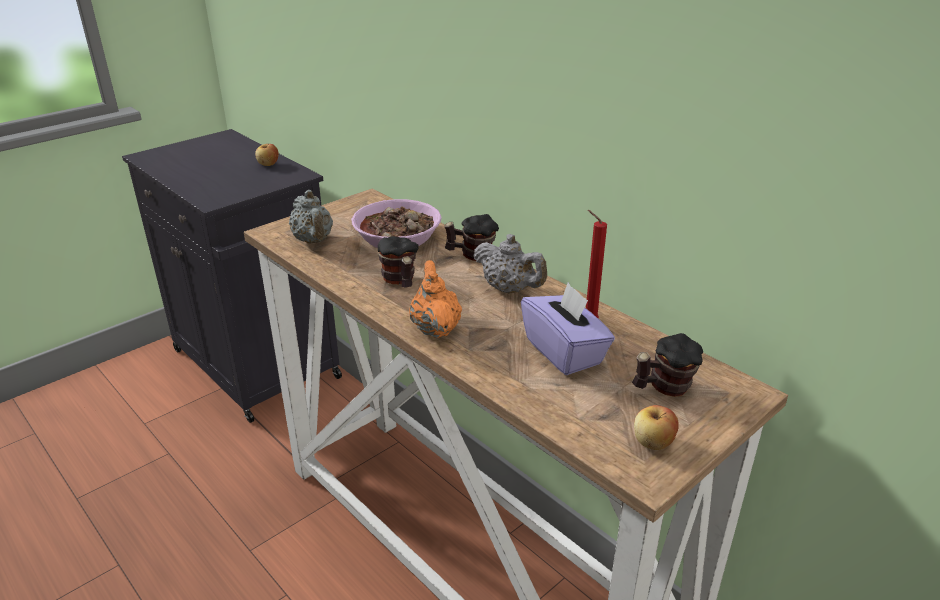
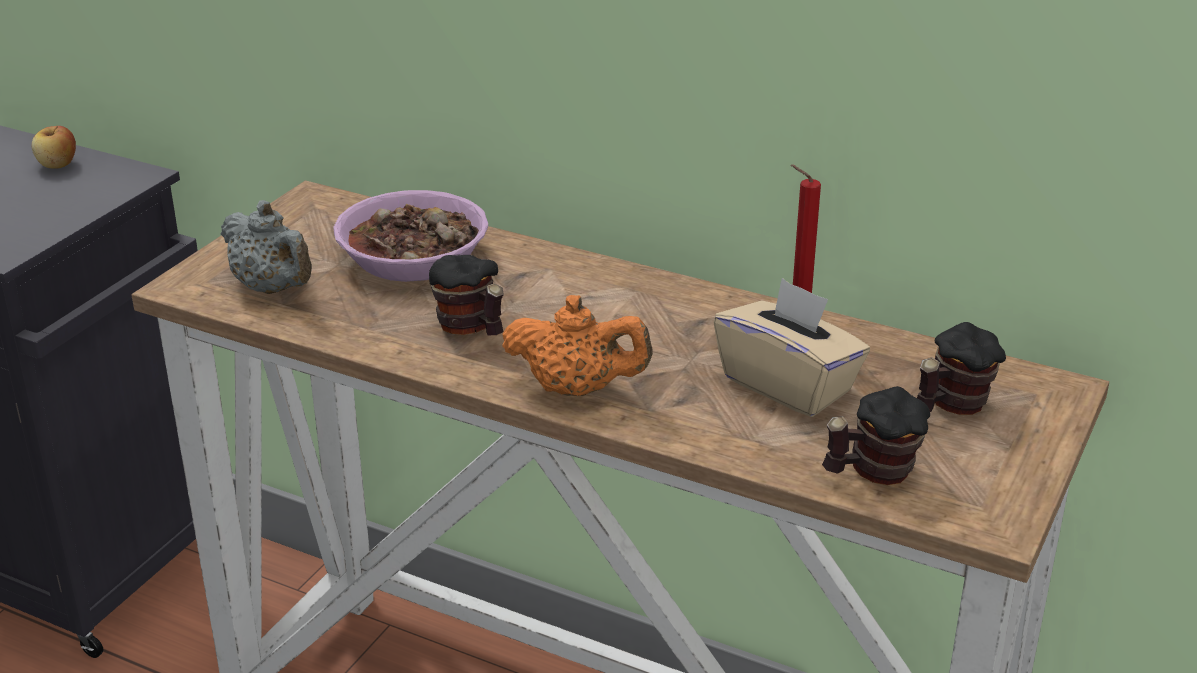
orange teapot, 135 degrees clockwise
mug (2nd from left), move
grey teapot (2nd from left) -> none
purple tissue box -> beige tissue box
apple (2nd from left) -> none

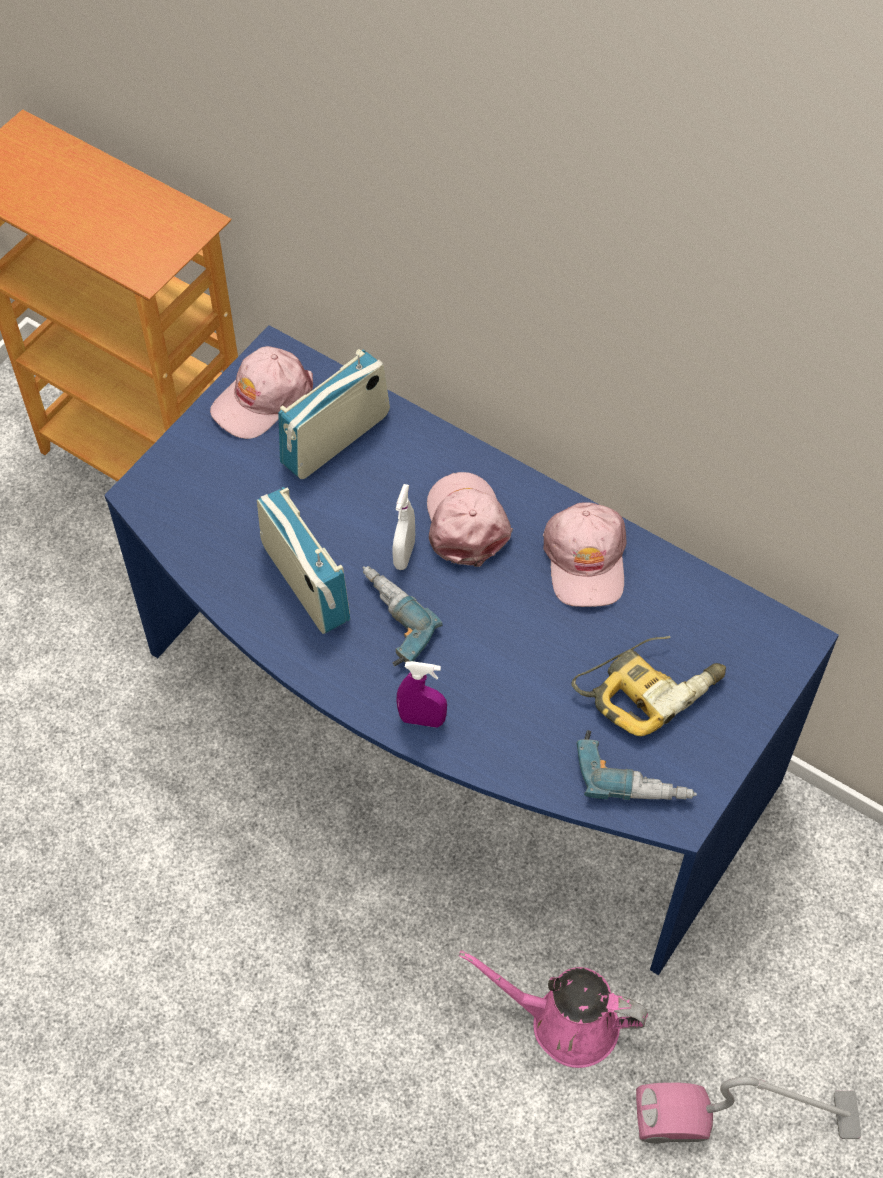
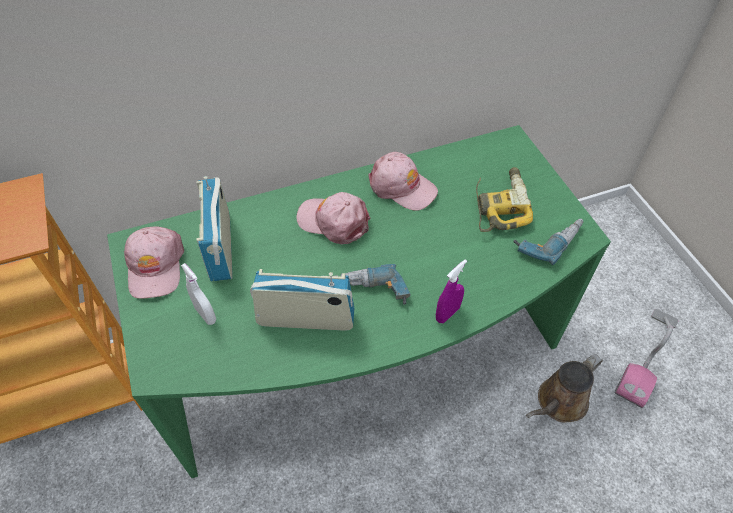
blue desk -> green desk
white spray bottle, move
pink watering can -> brown watering can

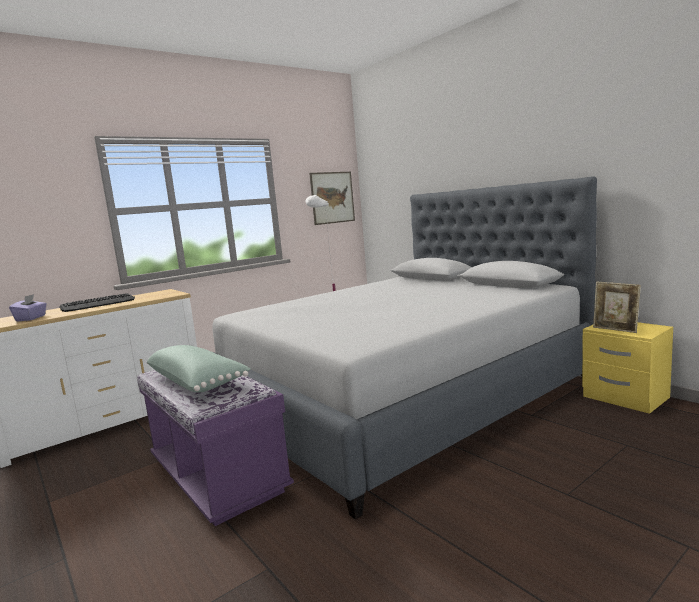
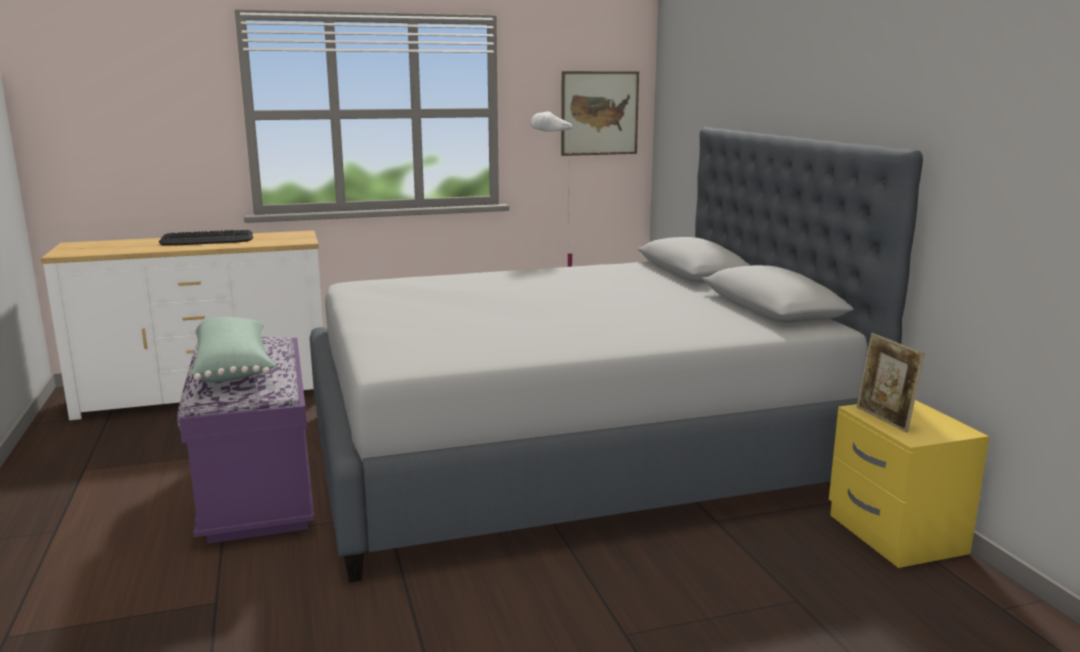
purple tissue box -> none

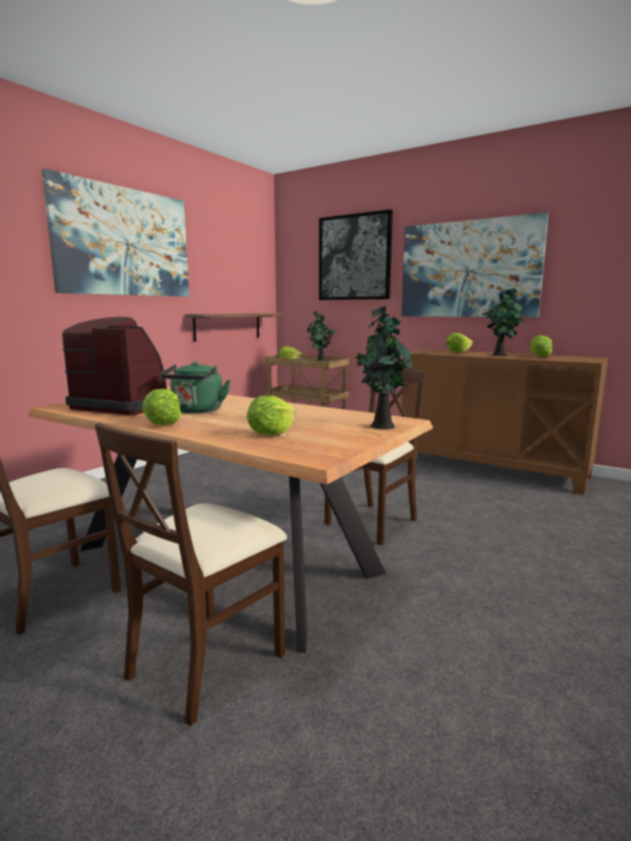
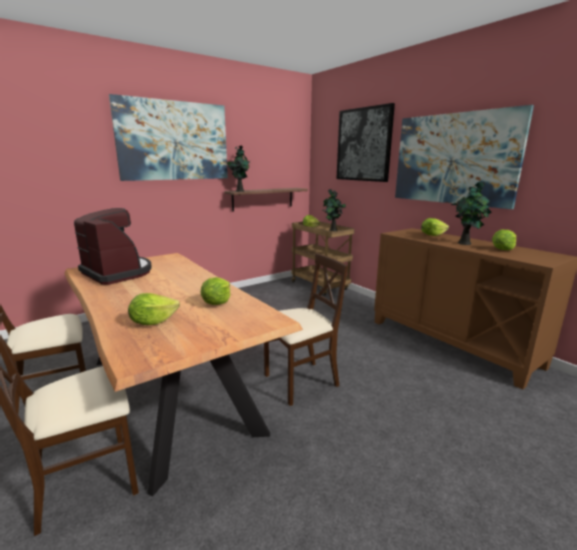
lettuce (1st from left in the first image) -> lettuce (2nd from left), move
green kettle -> none
potted plant (2nd from left in the first image) -> potted plant (1st from left), move

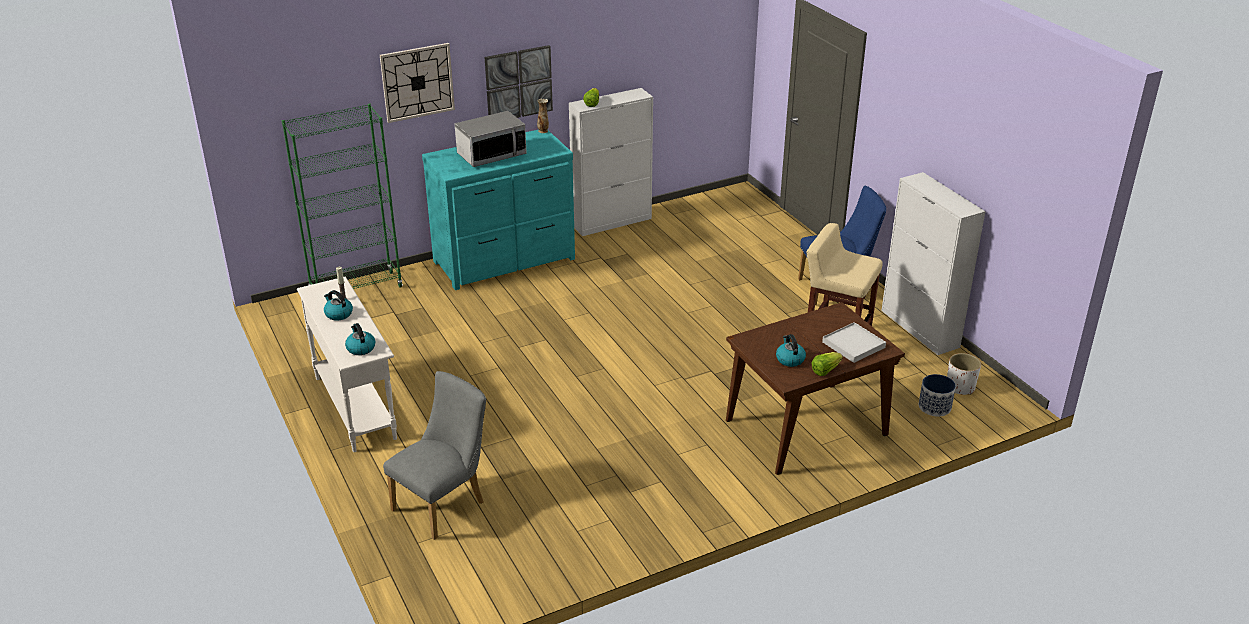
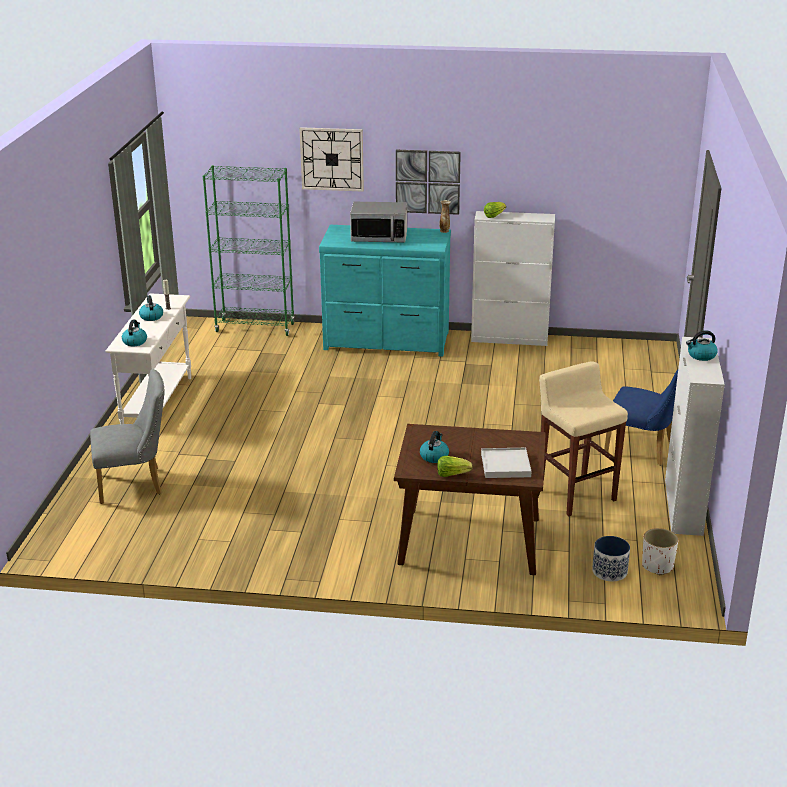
none -> kettle (4th from left)

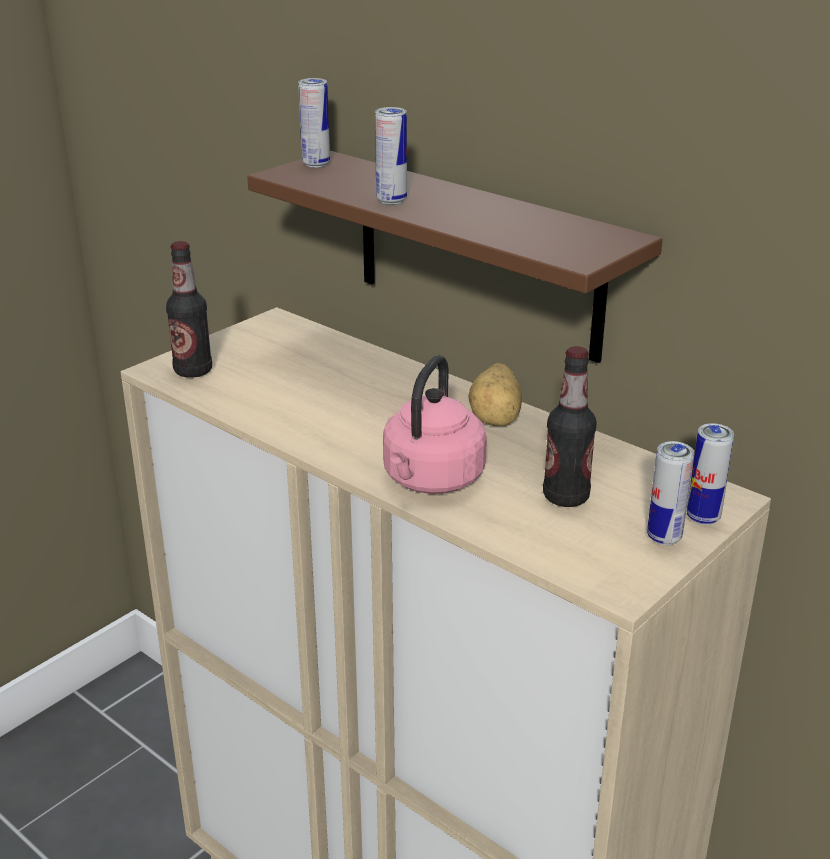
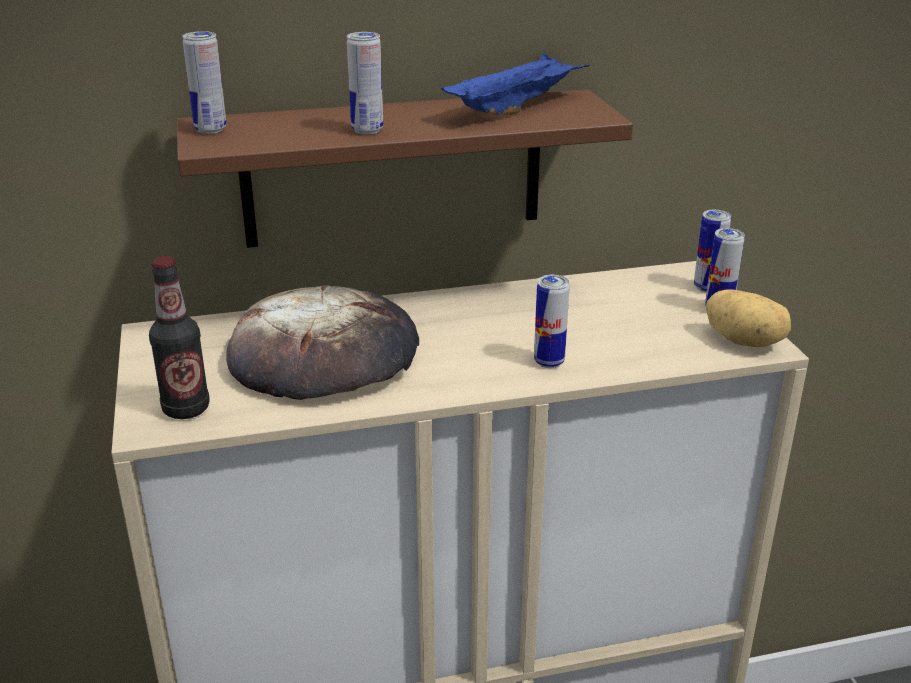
pink kettle -> can (3rd from left)
potato, move
bottle (2nd from left) -> none
none -> bread
none -> blue tray

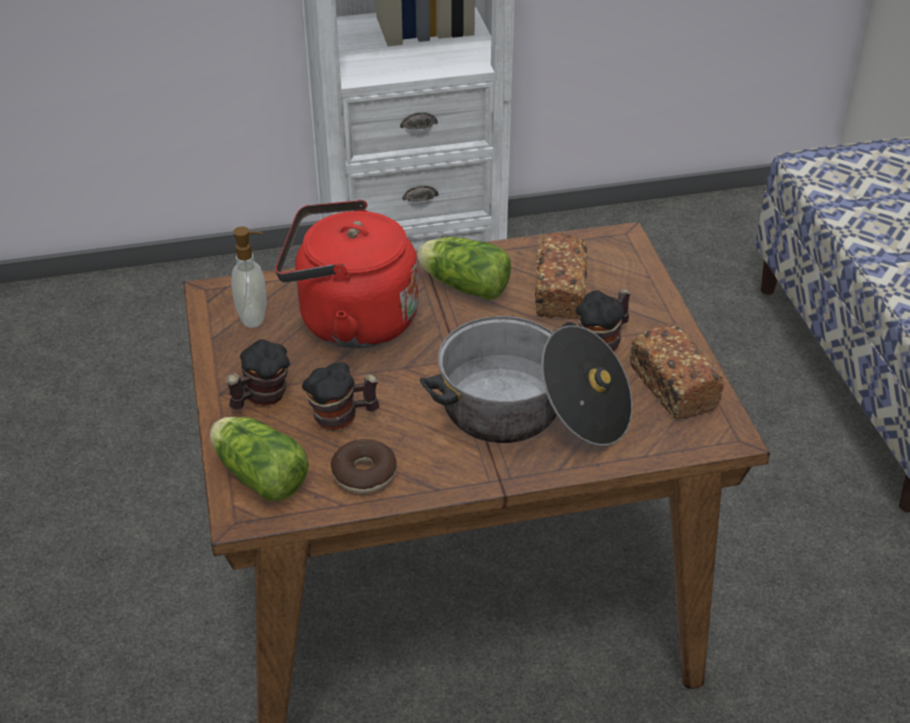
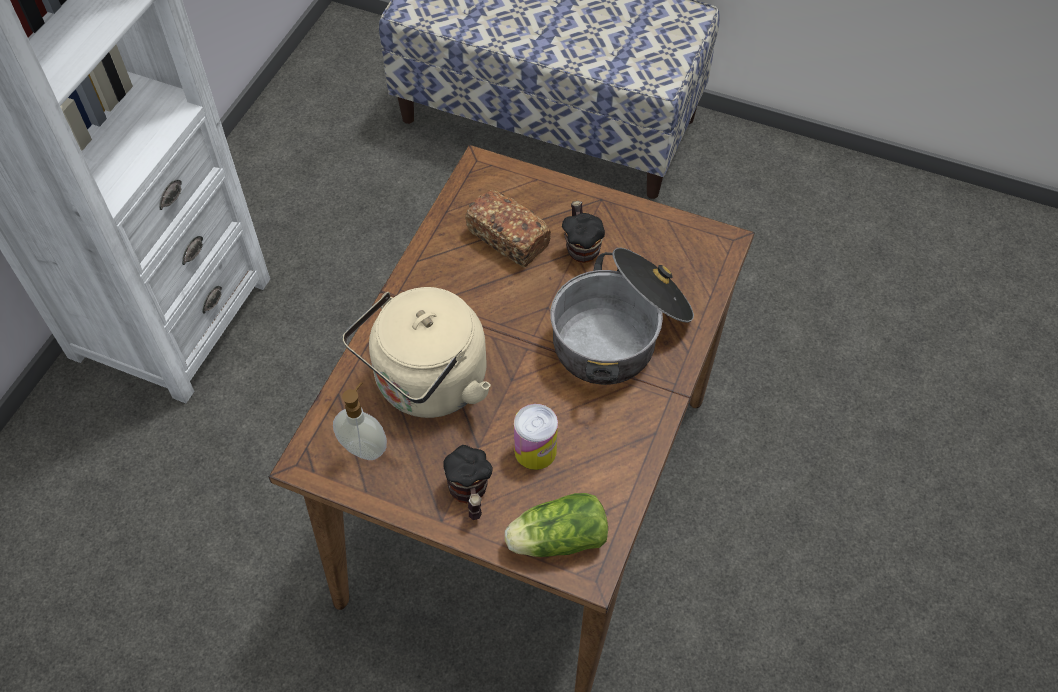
red kettle -> beige kettle
mug (2nd from left) -> can
donut -> none
lettuce (2nd from left) -> none
bread (2nd from left) -> none

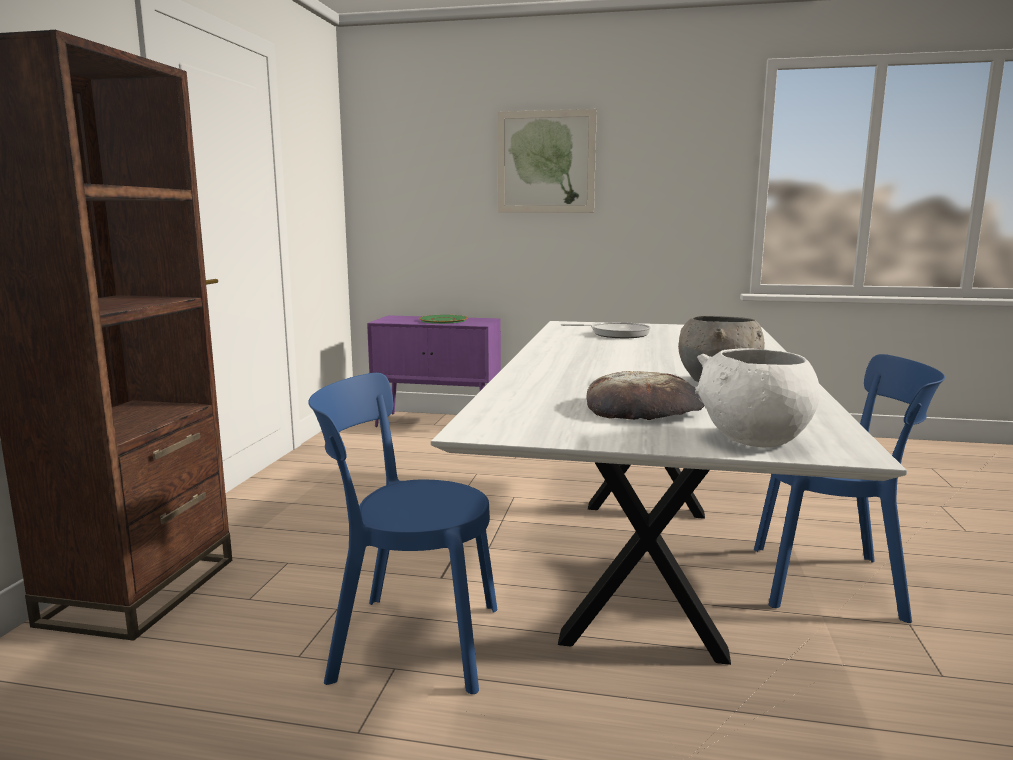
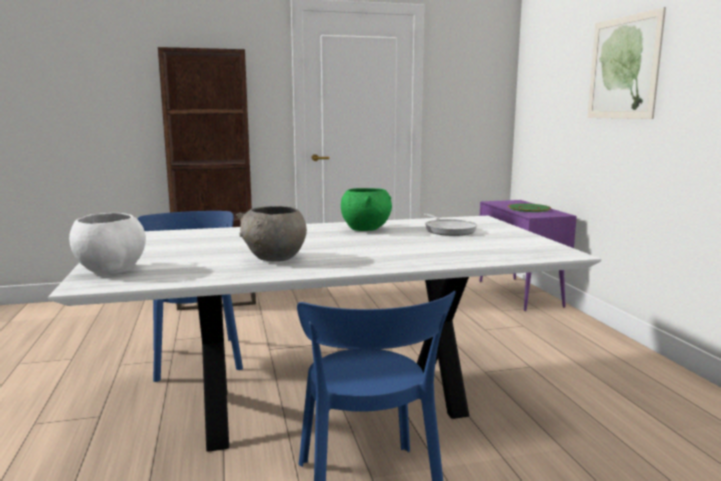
bread -> none
none -> green bowl

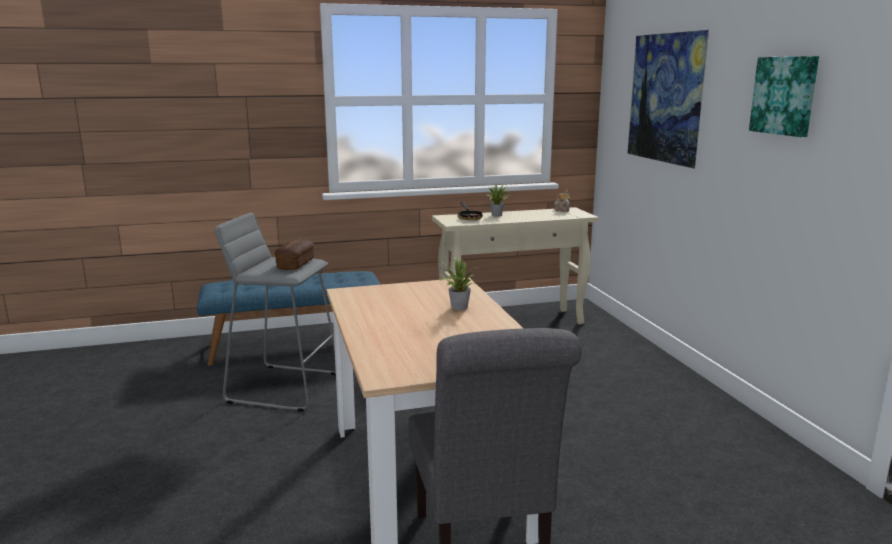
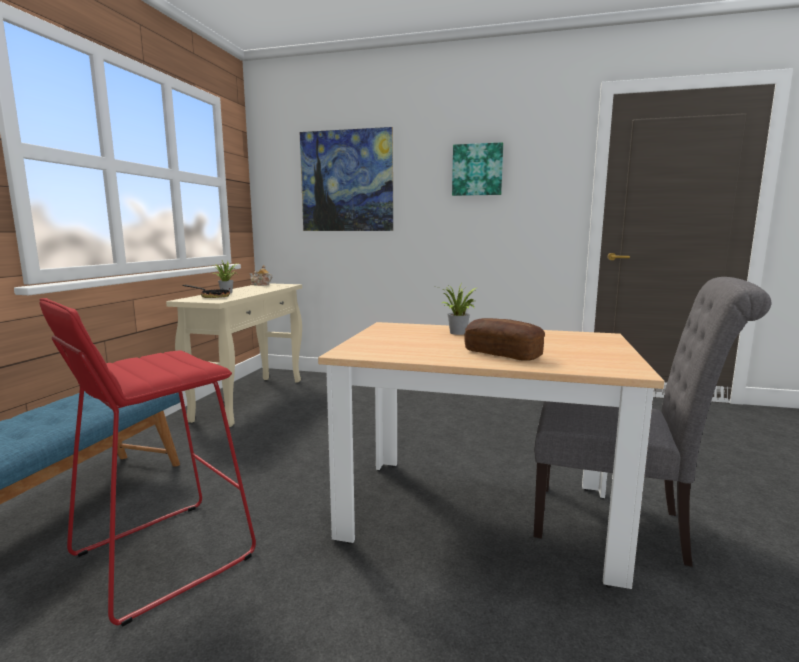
grey stool -> red stool
bread, move

